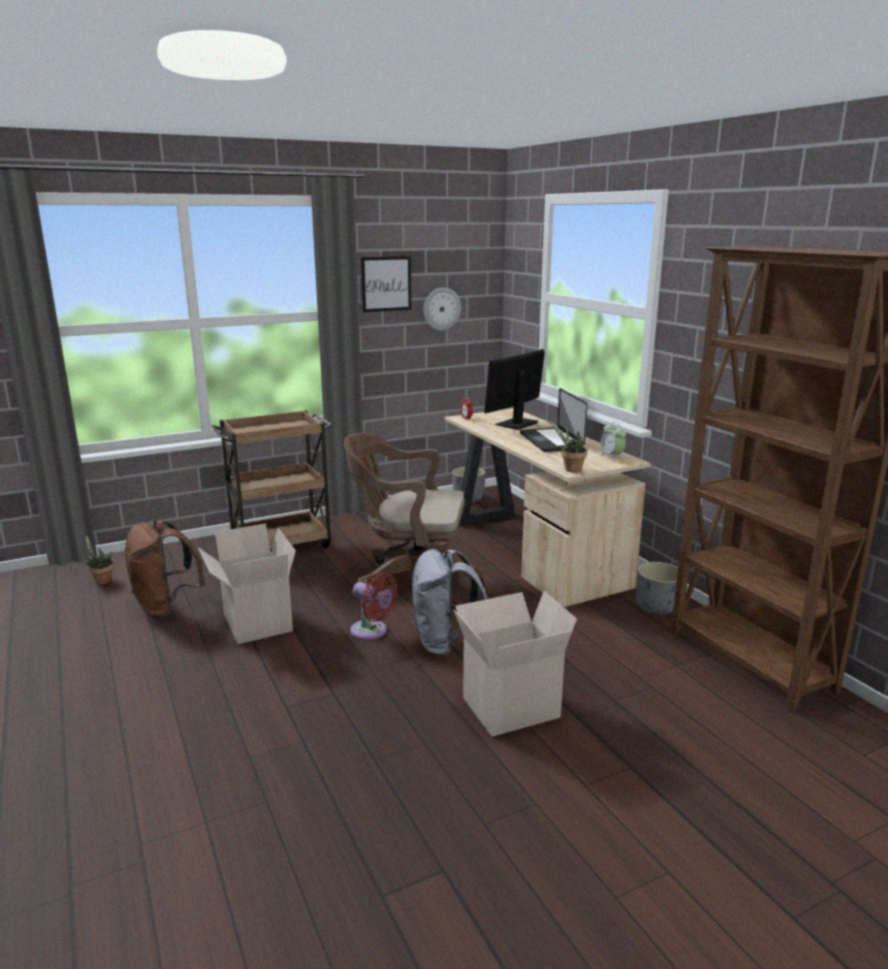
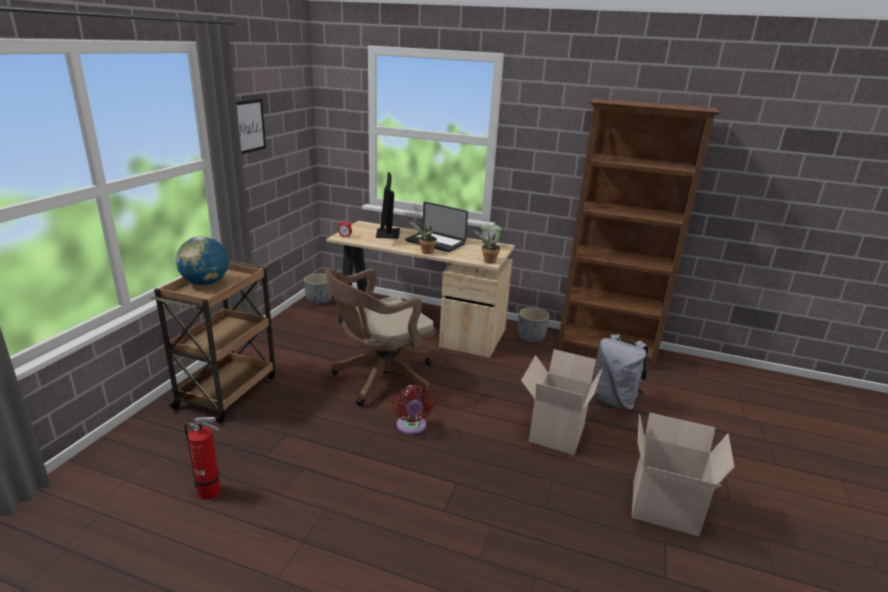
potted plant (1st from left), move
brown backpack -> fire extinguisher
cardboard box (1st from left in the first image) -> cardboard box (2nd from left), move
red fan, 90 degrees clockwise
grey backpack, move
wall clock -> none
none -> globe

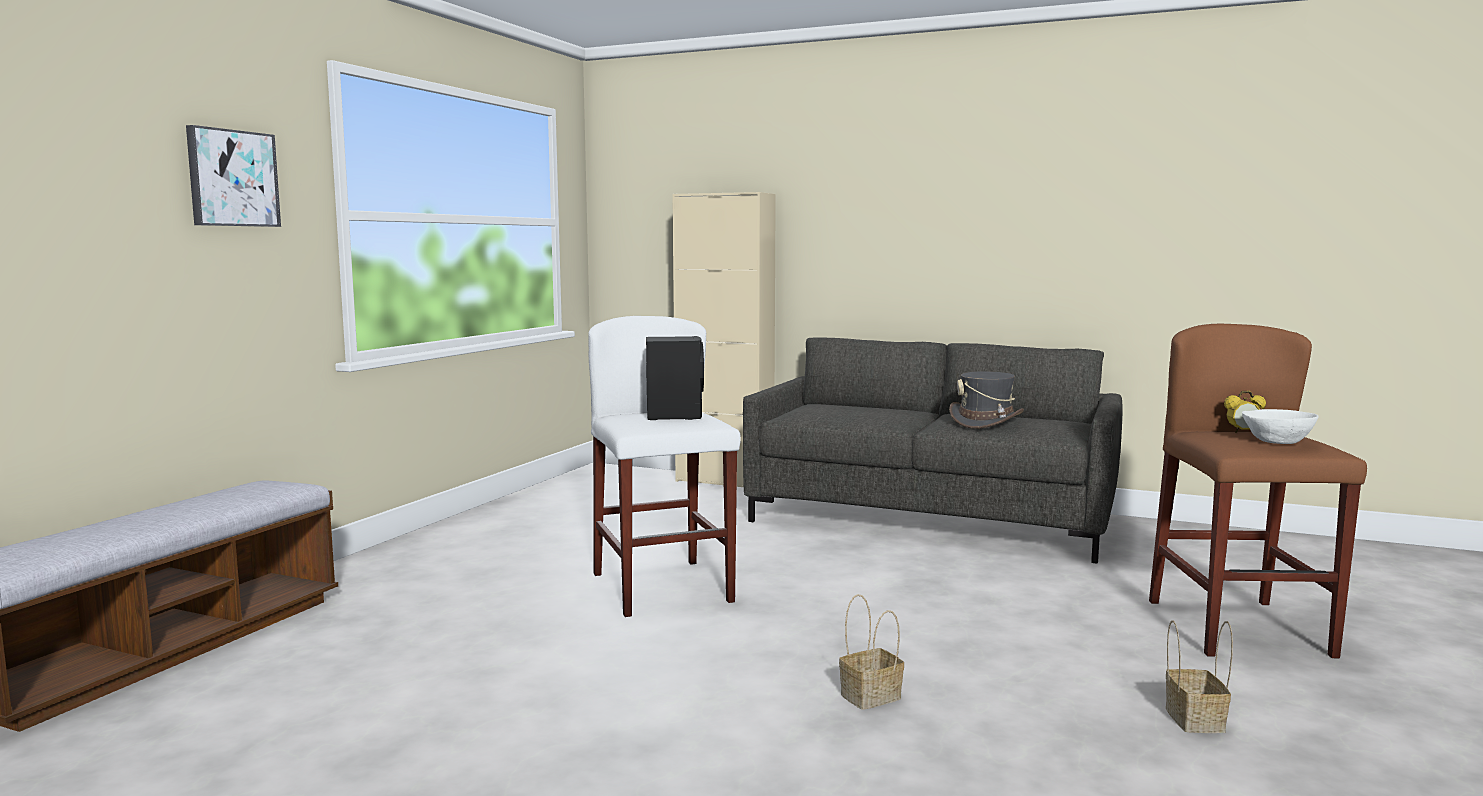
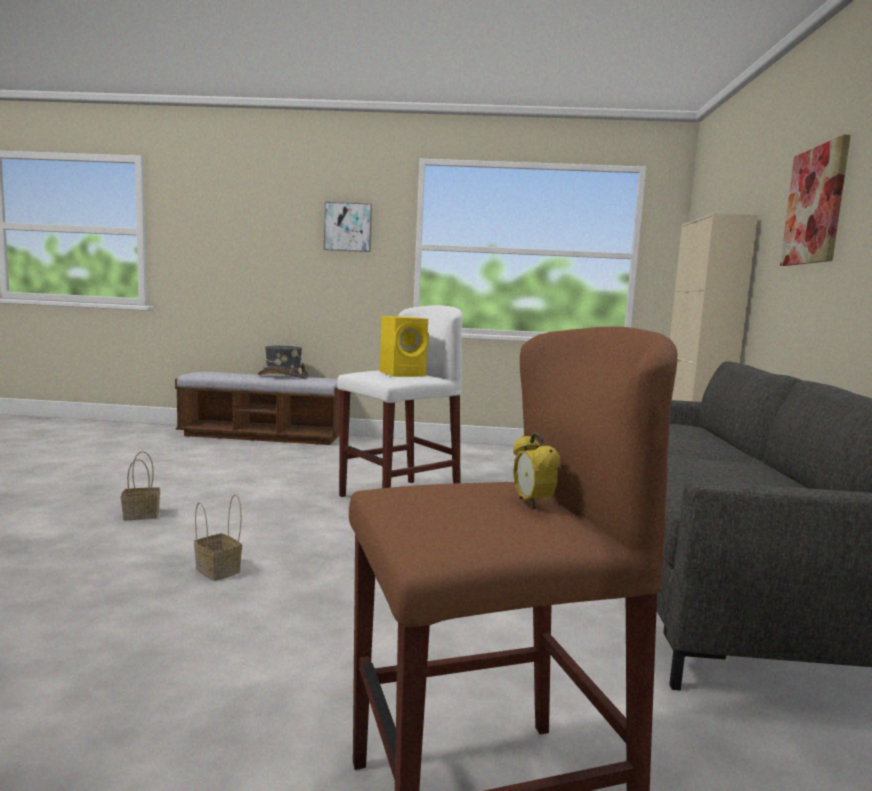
black speaker -> yellow speaker
grey hat, move
basket (2nd from left in the first image) -> basket (1st from left), move
white bowl -> none
none -> picture (2nd from left)

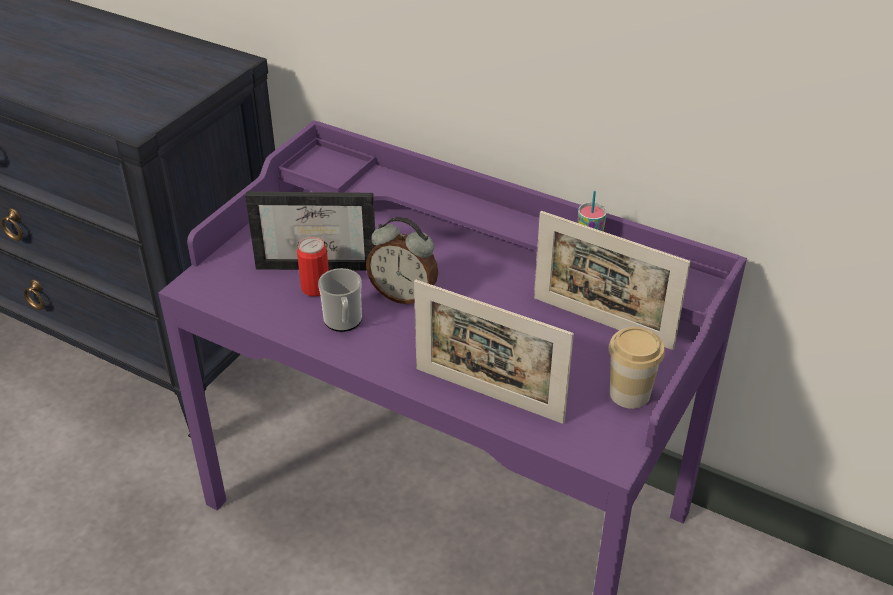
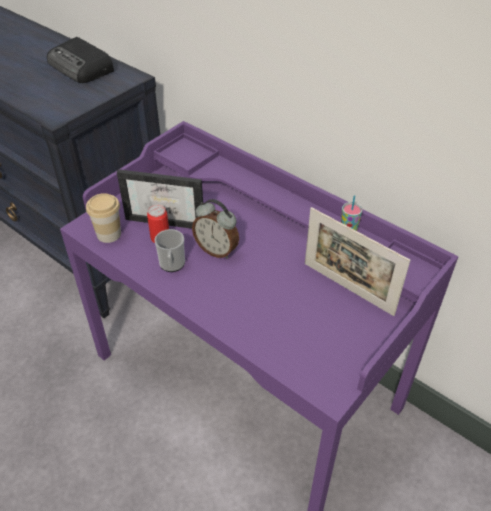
picture frame (2nd from left) -> none
cup (2nd from left in the first image) -> cup (1st from left), move
none -> radio

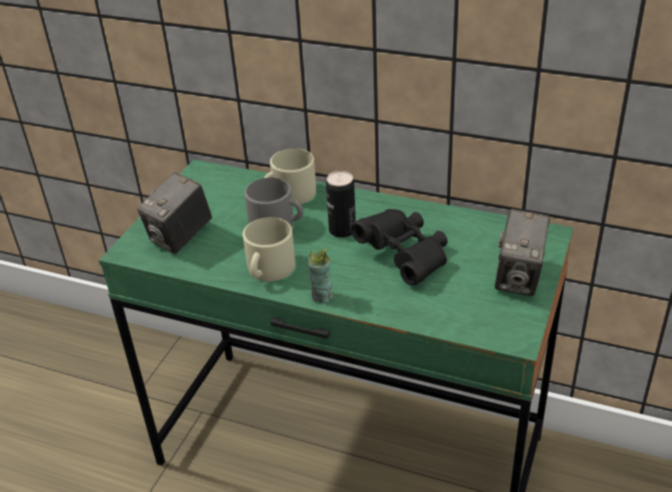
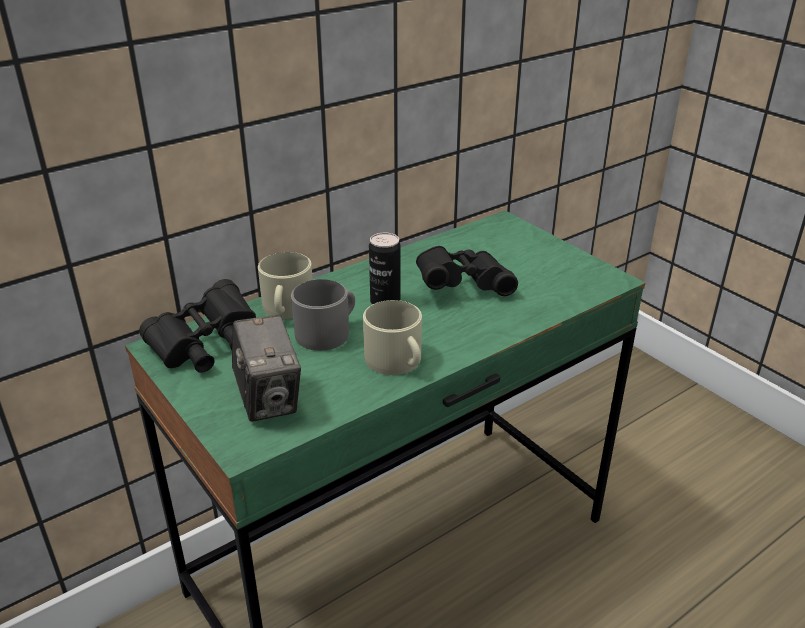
cup -> none
photo camera (2nd from left) -> none
none -> black binoculars (1st from left)

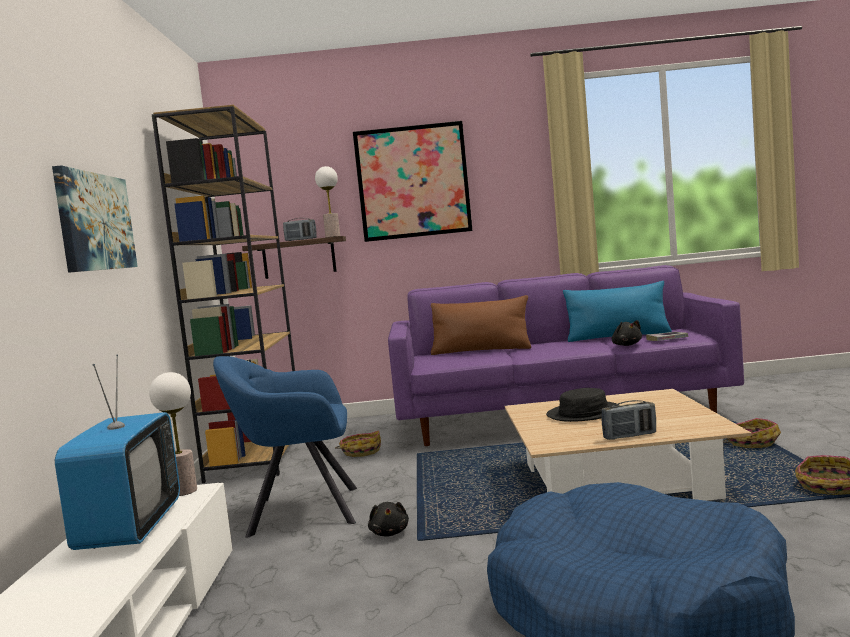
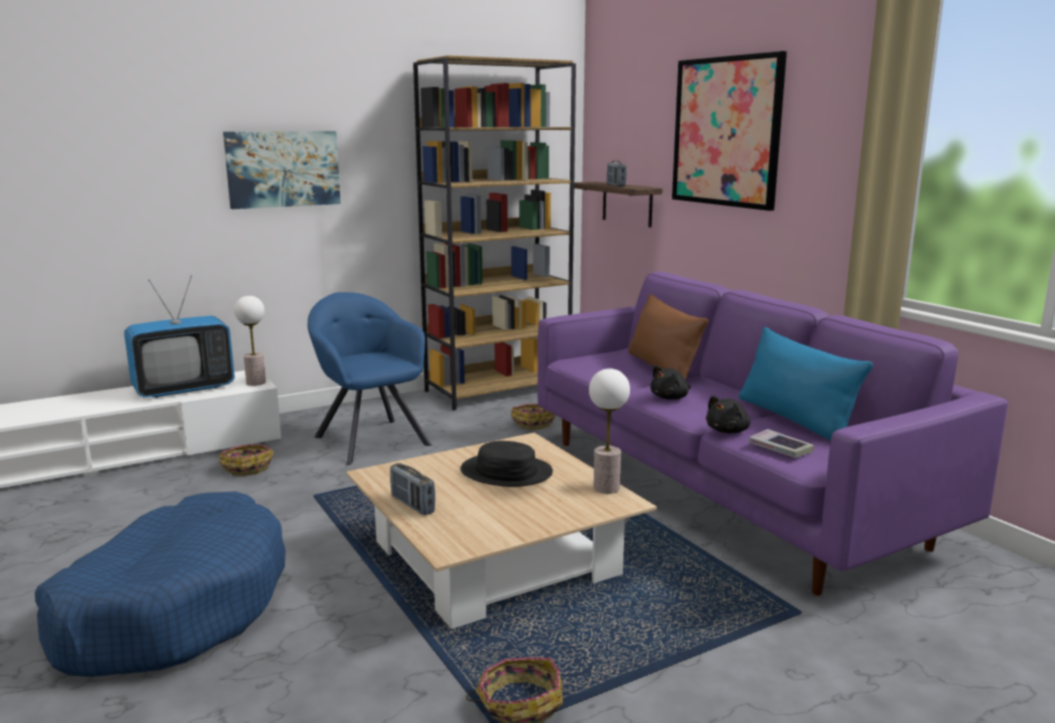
table lamp (2nd from left), move
black plush toy (1st from left), move
basket (2nd from left in the first image) -> basket (1st from left), move

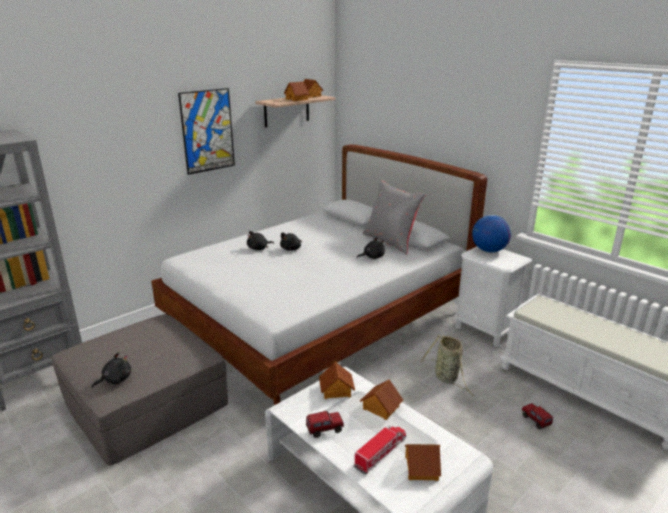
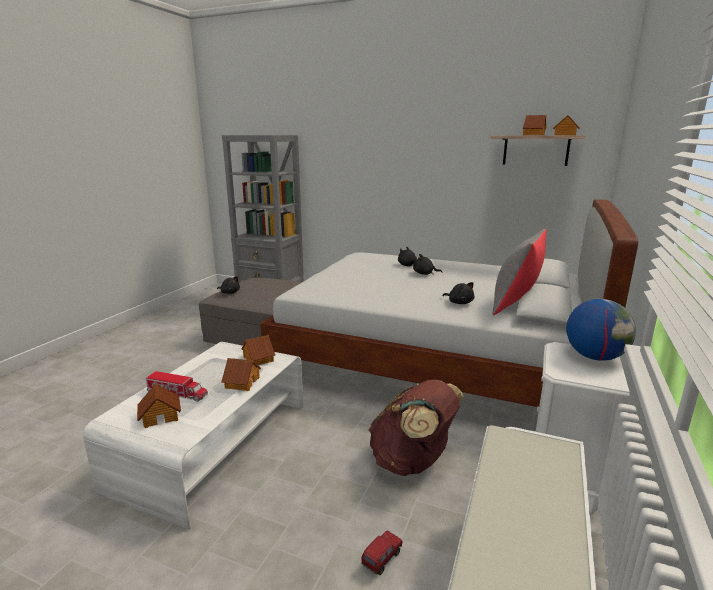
picture -> none
toy truck (1st from left) -> none
basket -> brown backpack

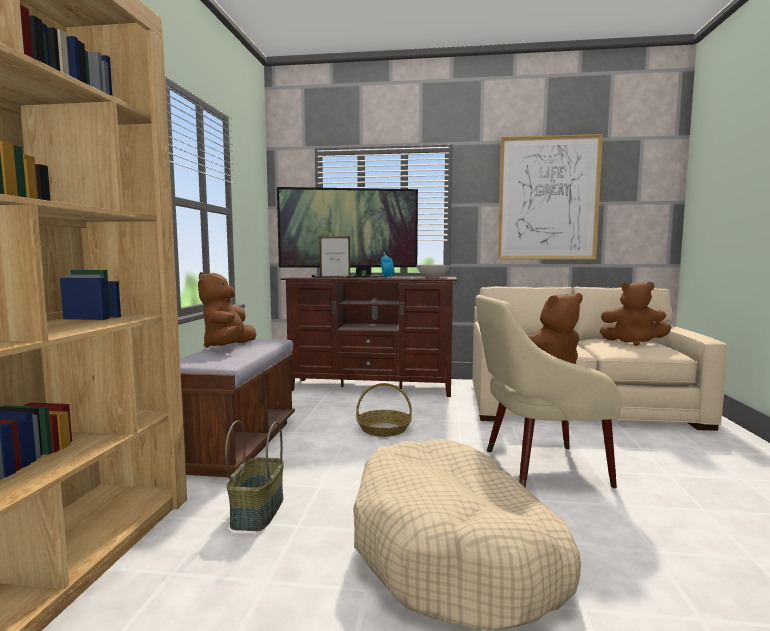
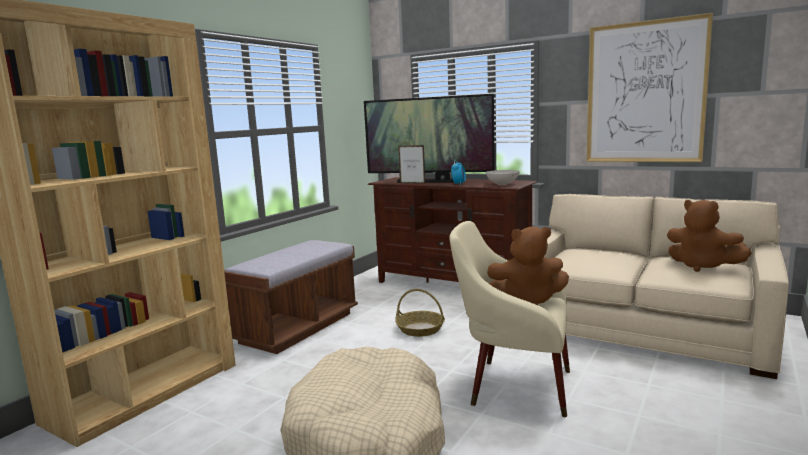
brown plush toy (1st from left) -> none
basket (1st from left) -> none

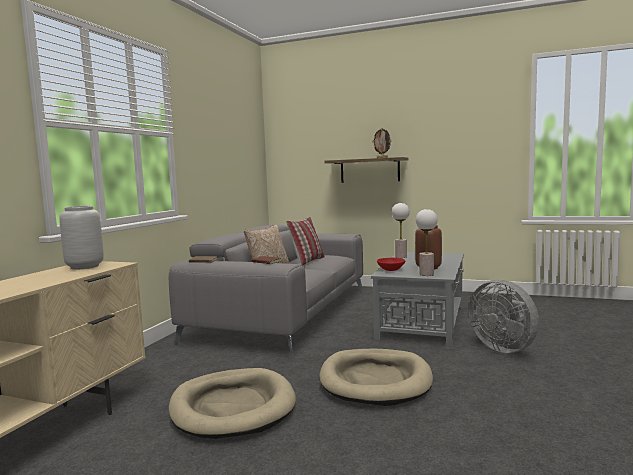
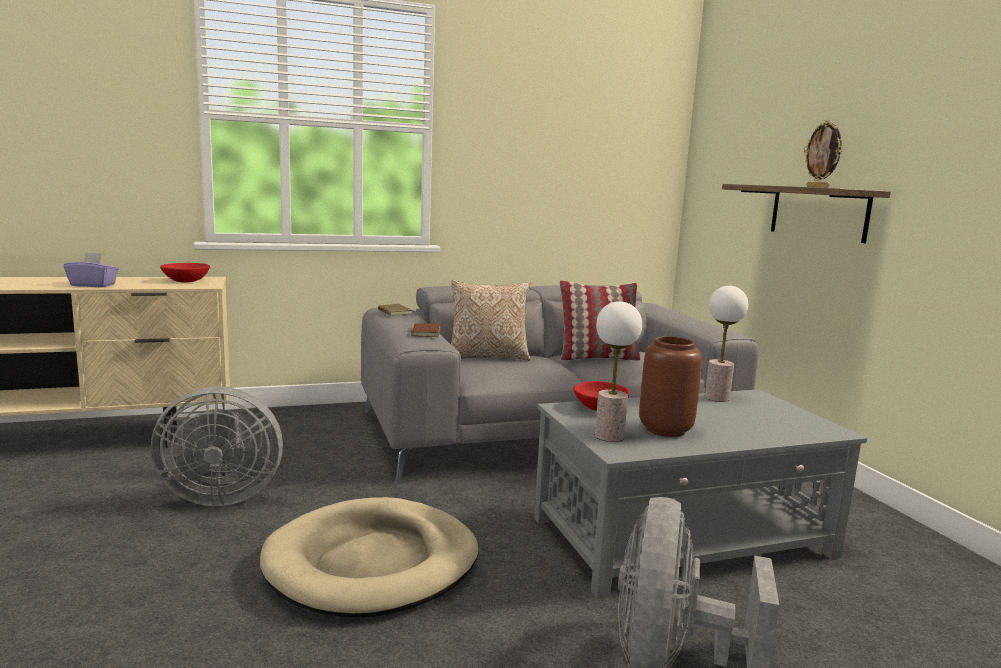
grey vase -> red bowl (1st from left)
beige dog bed (1st from left) -> grey fan (1st from left)
none -> purple tissue box

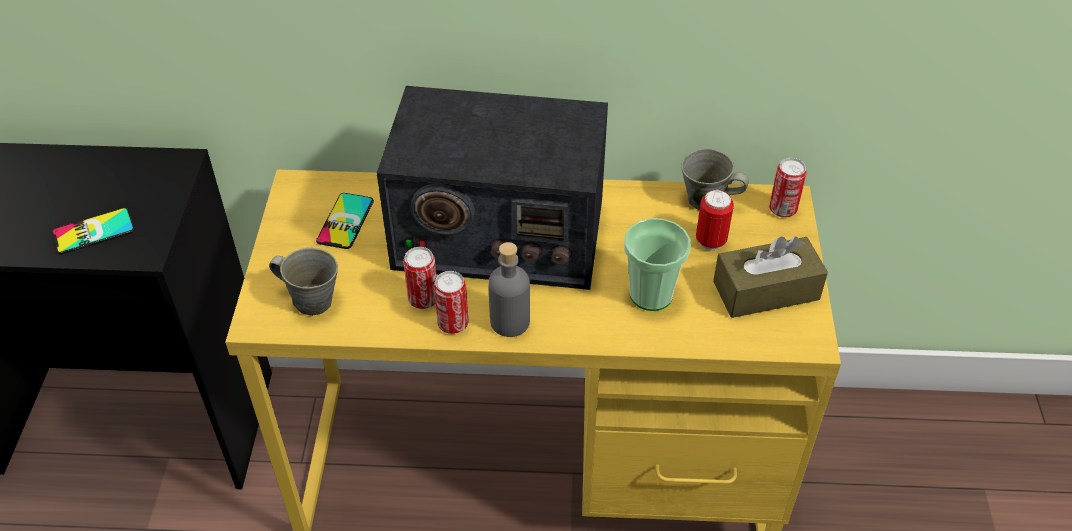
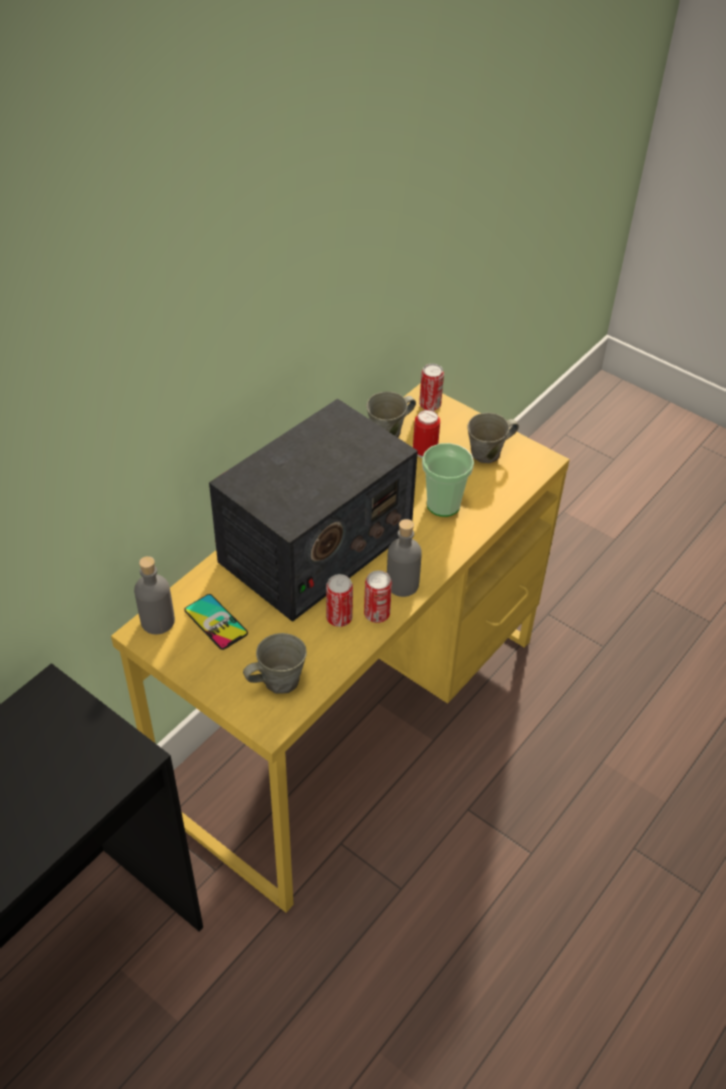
phone (1st from left) -> none
brown tissue box -> grey mug (3rd from left)
none -> grey bottle (1st from left)

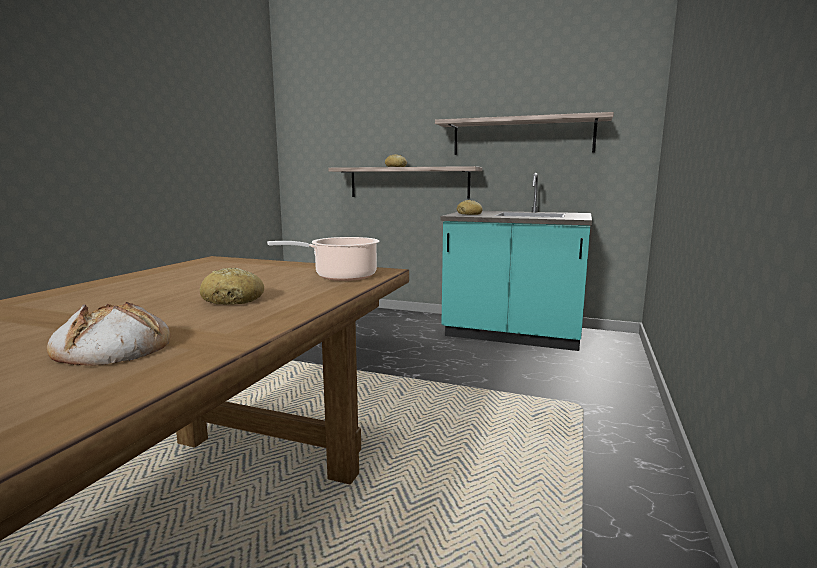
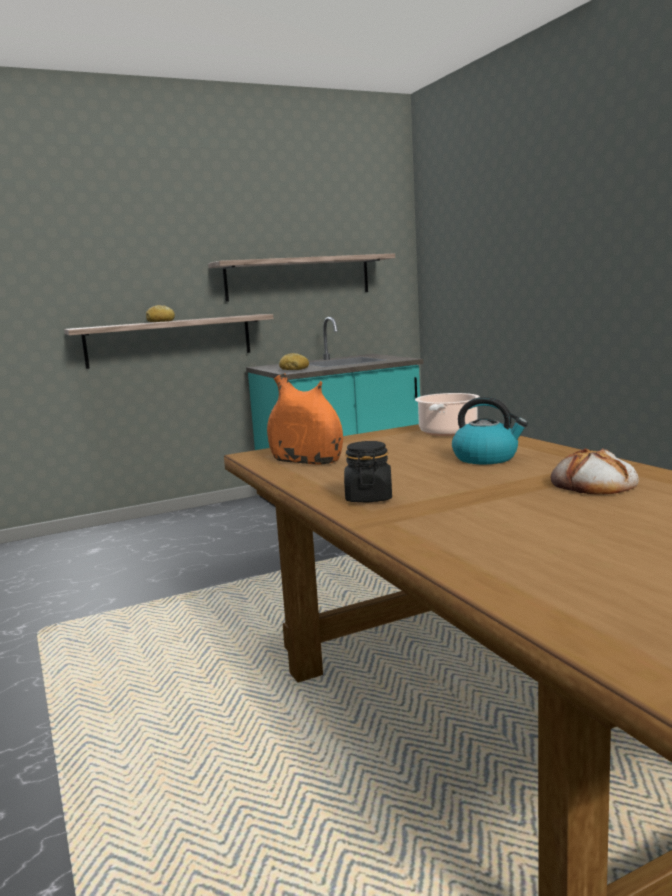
bread (2nd from left) -> kettle
none -> orange vase
none -> black jar

